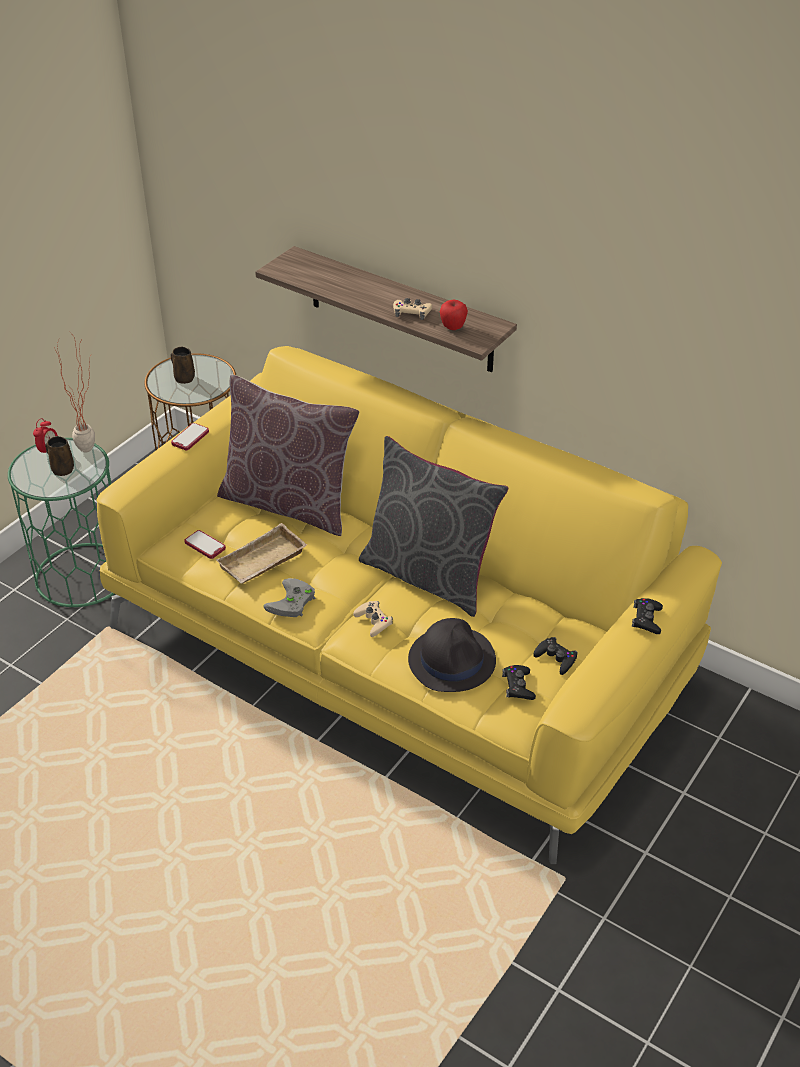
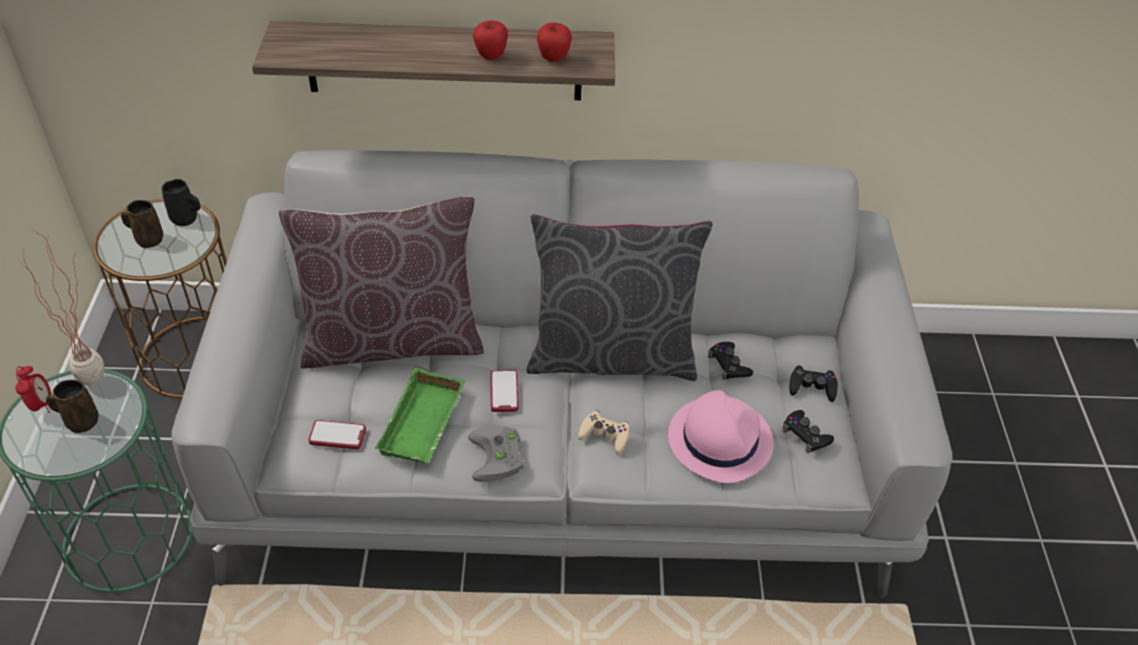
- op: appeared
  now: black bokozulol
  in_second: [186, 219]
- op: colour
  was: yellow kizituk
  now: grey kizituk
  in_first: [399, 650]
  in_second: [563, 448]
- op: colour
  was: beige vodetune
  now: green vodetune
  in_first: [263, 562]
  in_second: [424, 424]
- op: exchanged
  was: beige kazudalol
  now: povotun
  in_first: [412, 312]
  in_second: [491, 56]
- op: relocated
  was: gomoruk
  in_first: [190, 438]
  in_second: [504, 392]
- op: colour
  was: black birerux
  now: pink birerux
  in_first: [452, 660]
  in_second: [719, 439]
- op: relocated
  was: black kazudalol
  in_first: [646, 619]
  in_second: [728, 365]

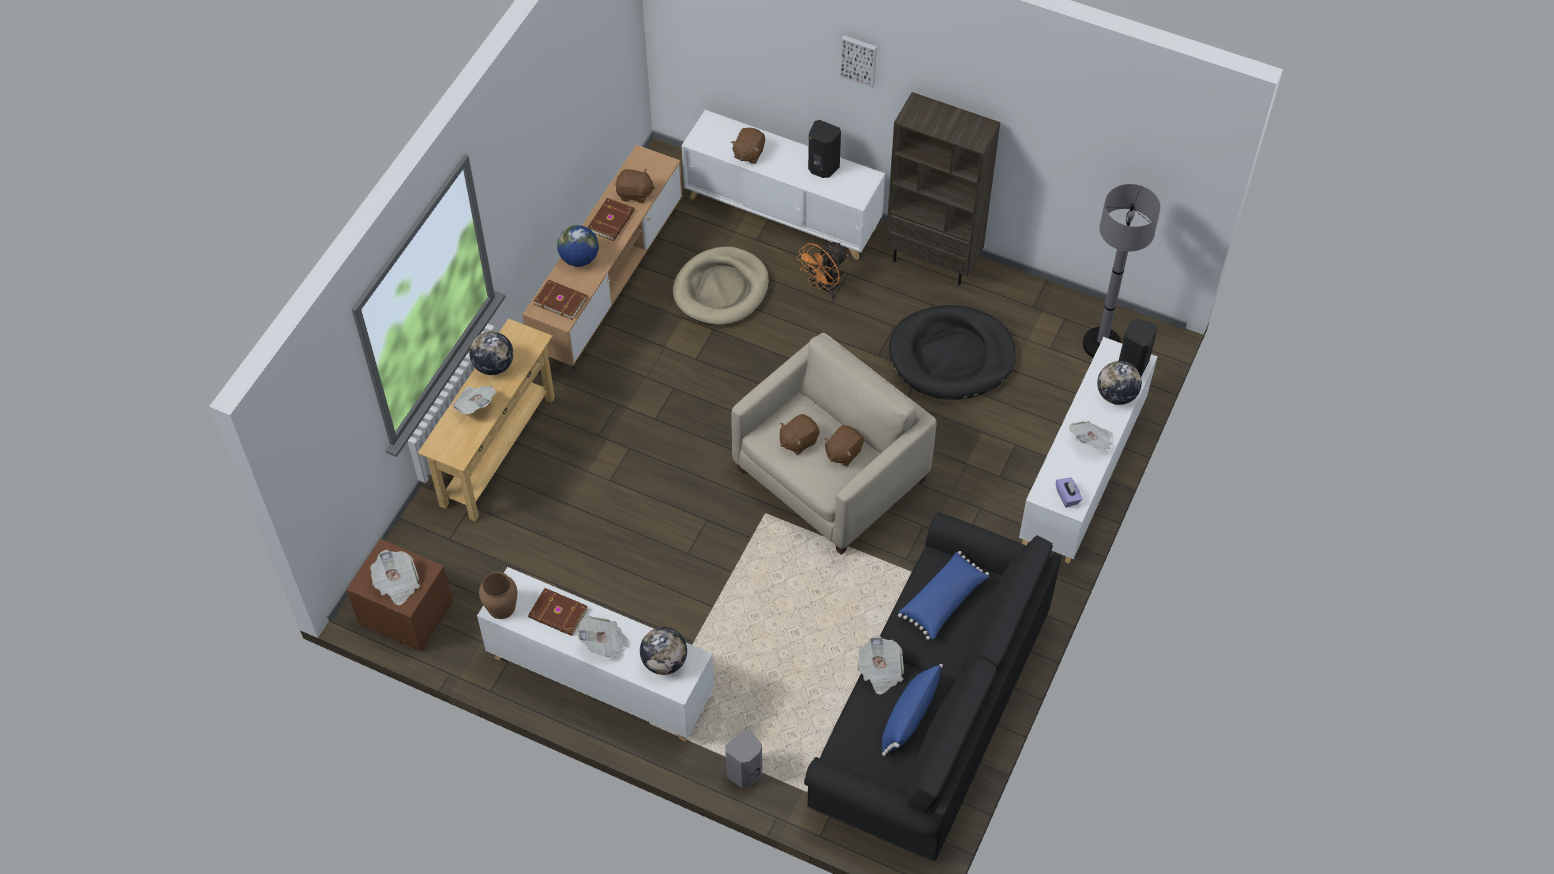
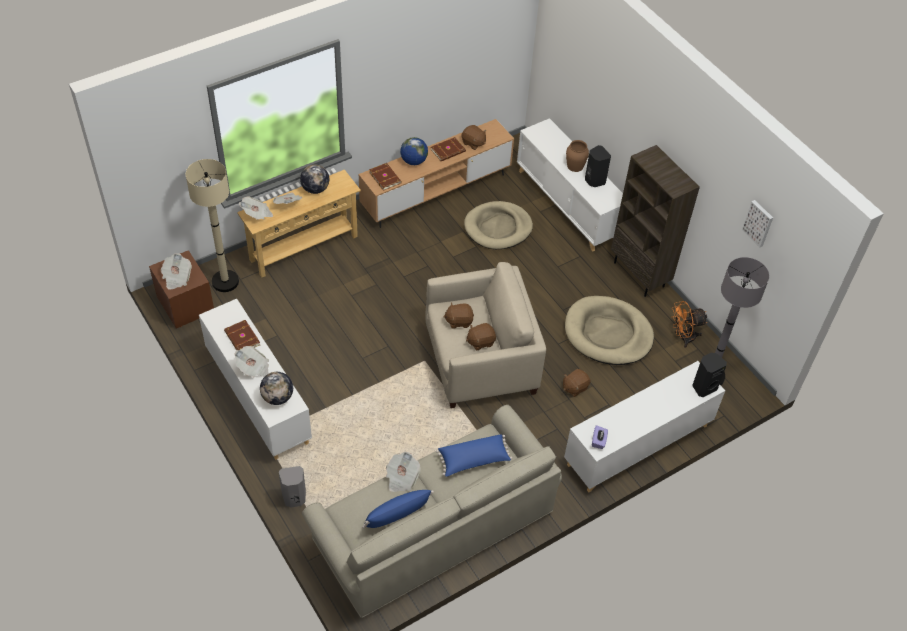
- op: appeared
  now: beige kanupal
  in_second: [225, 281]
- op: relocated
  was: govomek
  in_first: [1091, 441]
  in_second: [257, 214]
- op: colour
  was: black kizituk
  now: beige kizituk
  in_first: [931, 709]
  in_second: [433, 528]
- op: relocated
  was: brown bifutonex
  in_first: [748, 153]
  in_second: [574, 387]
- op: colour
  was: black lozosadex
  now: beige lozosadex
  in_first: [951, 356]
  in_second: [608, 333]
- op: relocated
  was: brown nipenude
  in_first: [501, 606]
  in_second: [575, 166]
- op: relocated
  was: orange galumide
  in_first: [824, 287]
  in_second: [683, 337]
- op: relocated
  was: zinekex
  in_first: [859, 59]
  in_second: [758, 223]
- op: missing
  was: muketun
  in_first: [1116, 395]

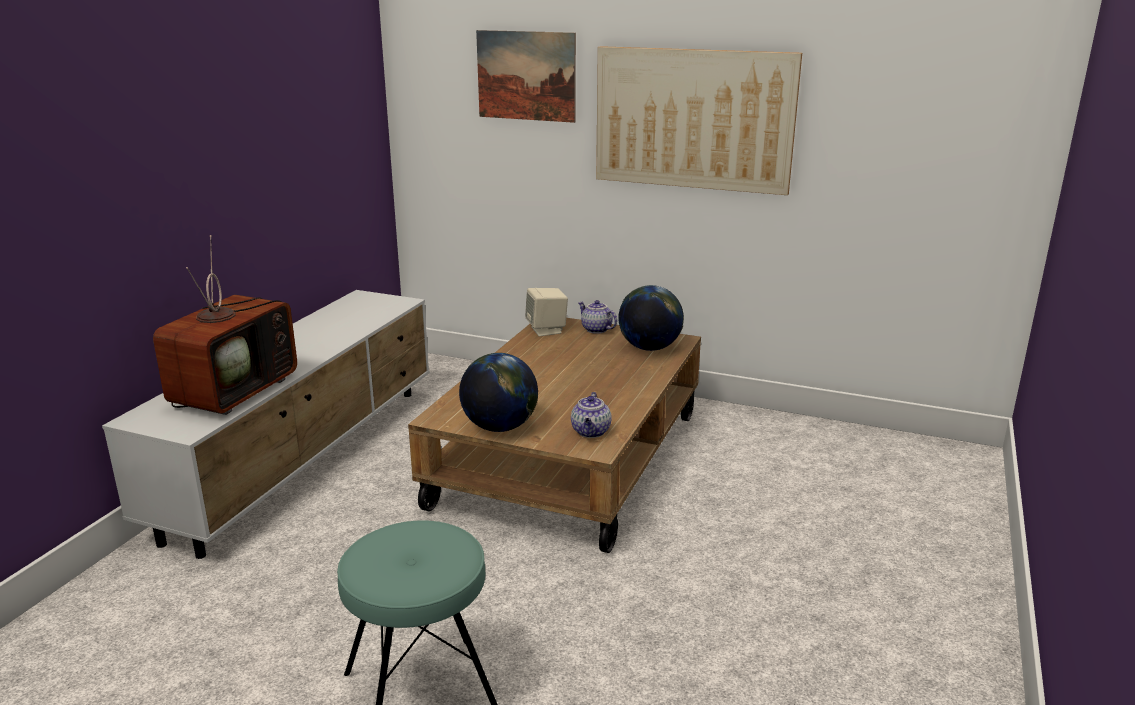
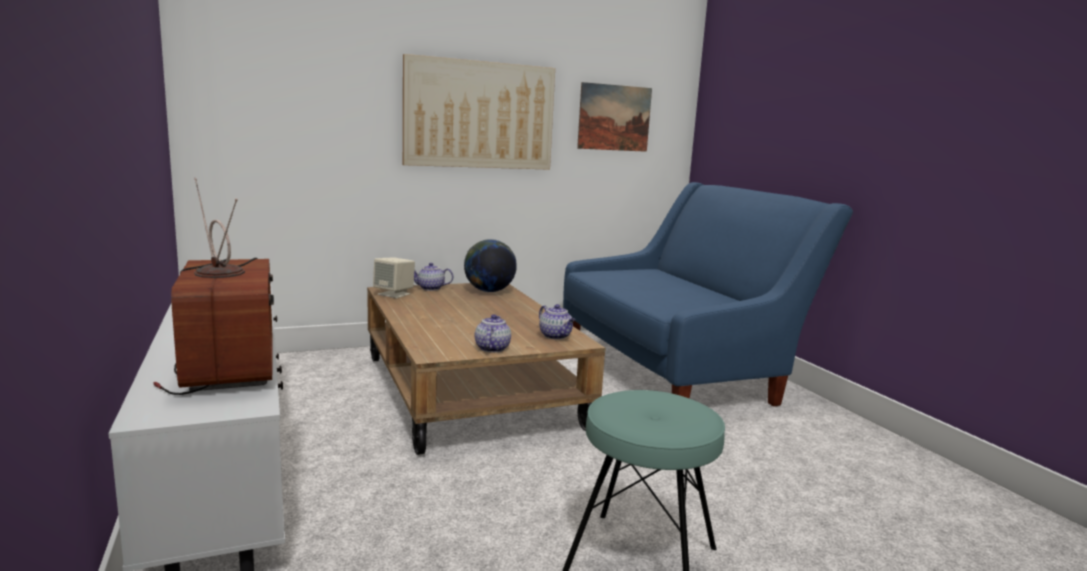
- op: exchanged
  was: muketun
  now: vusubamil
  in_first: [500, 427]
  in_second: [492, 348]
- op: appeared
  now: blue kizituk
  in_second: [675, 368]
- op: relocated
  was: zinekex
  in_first: [526, 76]
  in_second: [614, 118]

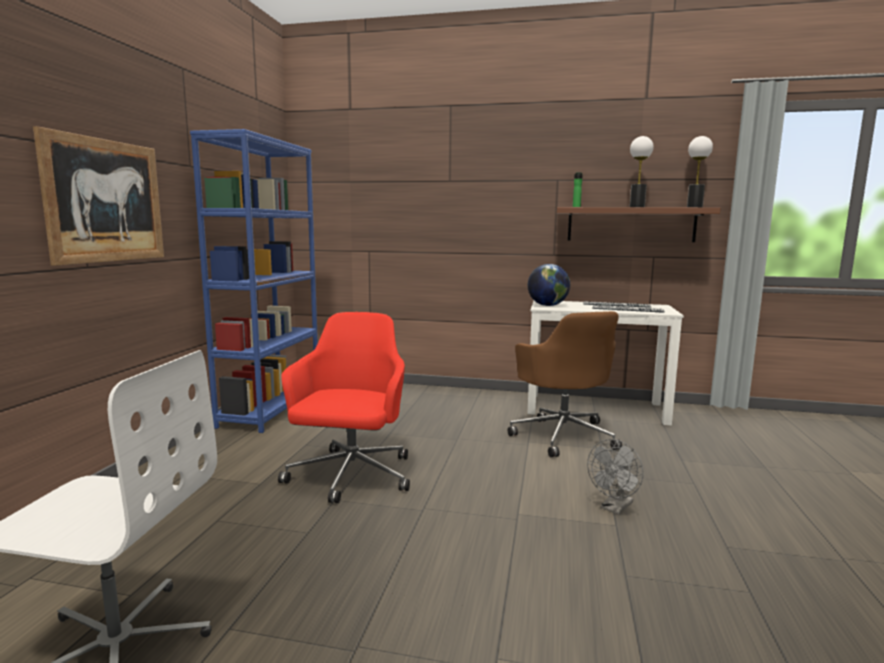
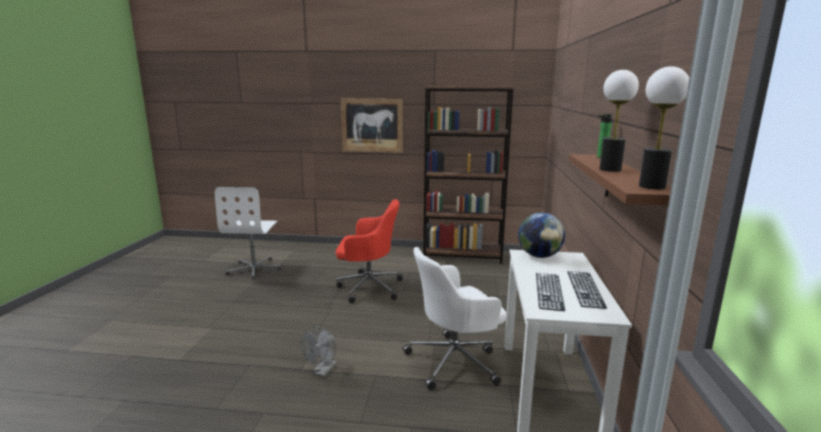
- op: spun
  was: grey galumide
  in_first: [614, 508]
  in_second: [322, 372]
  clockwise: -105
- op: colour
  was: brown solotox
  now: white solotox
  in_first: [563, 435]
  in_second: [455, 361]
- op: colour
  was: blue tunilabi
  now: brown tunilabi
  in_first: [271, 409]
  in_second: [462, 256]

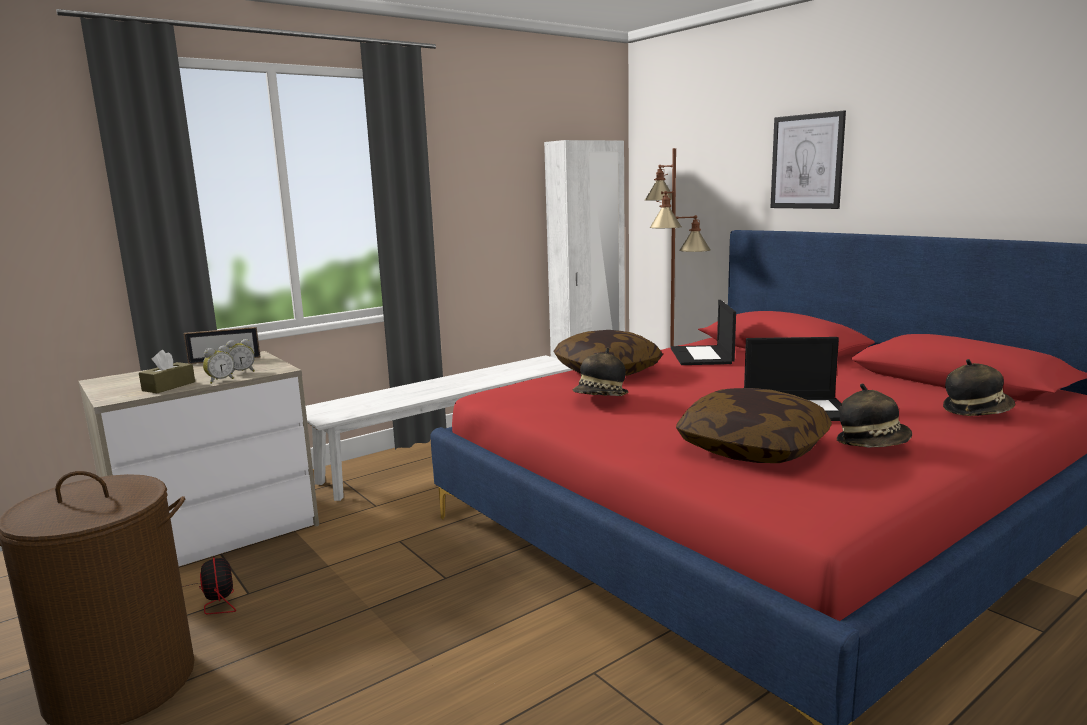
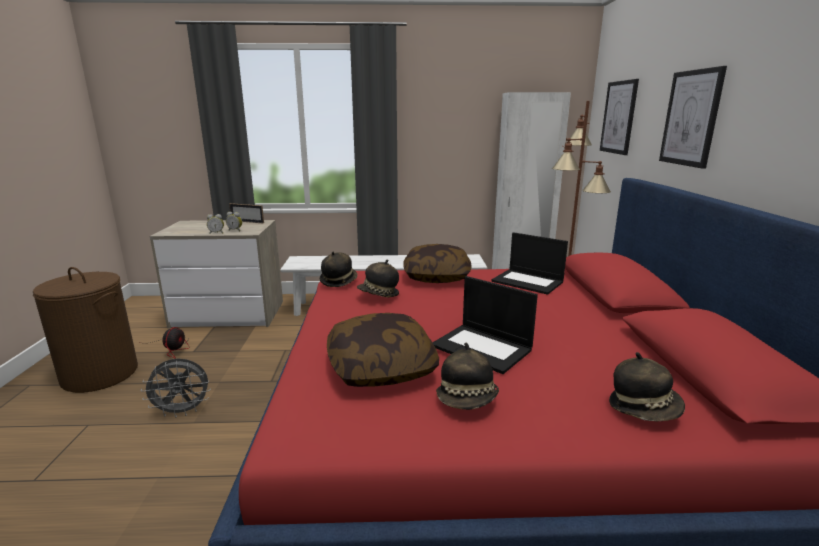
- op: appeared
  now: grey galumide
  in_second: [183, 411]
- op: appeared
  now: birerux
  in_second: [338, 281]
- op: spun
  was: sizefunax
  in_first: [702, 356]
  in_second: [528, 281]
  clockwise: -90
- op: appeared
  now: zinekex
  in_second: [619, 117]
- op: missing
  was: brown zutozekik
  in_first: [169, 386]

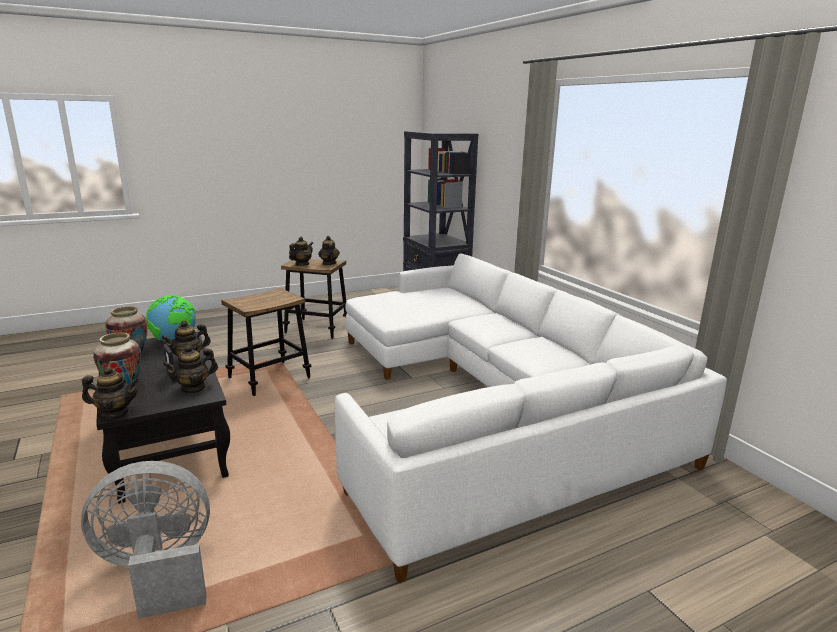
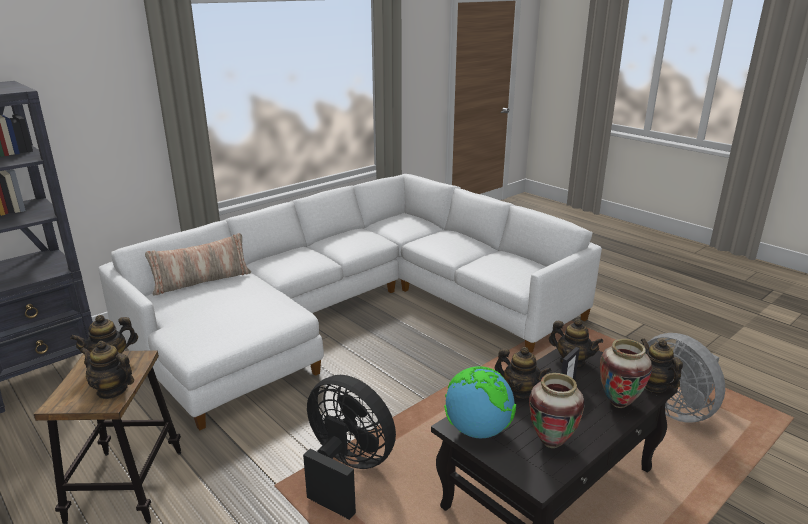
- op: appeared
  now: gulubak
  in_second: [202, 281]
- op: exchanged
  was: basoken
  now: black galumide
  in_first: [269, 378]
  in_second: [347, 470]

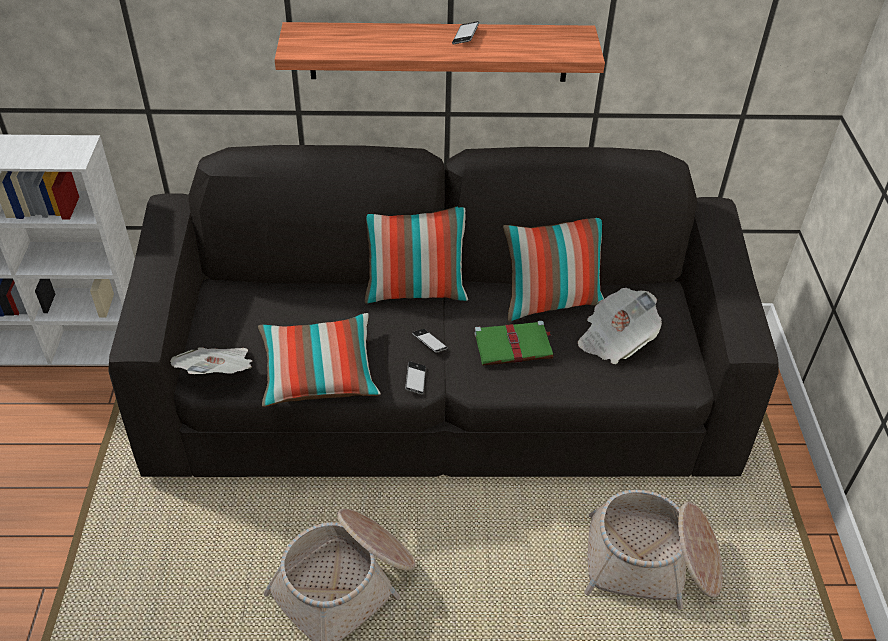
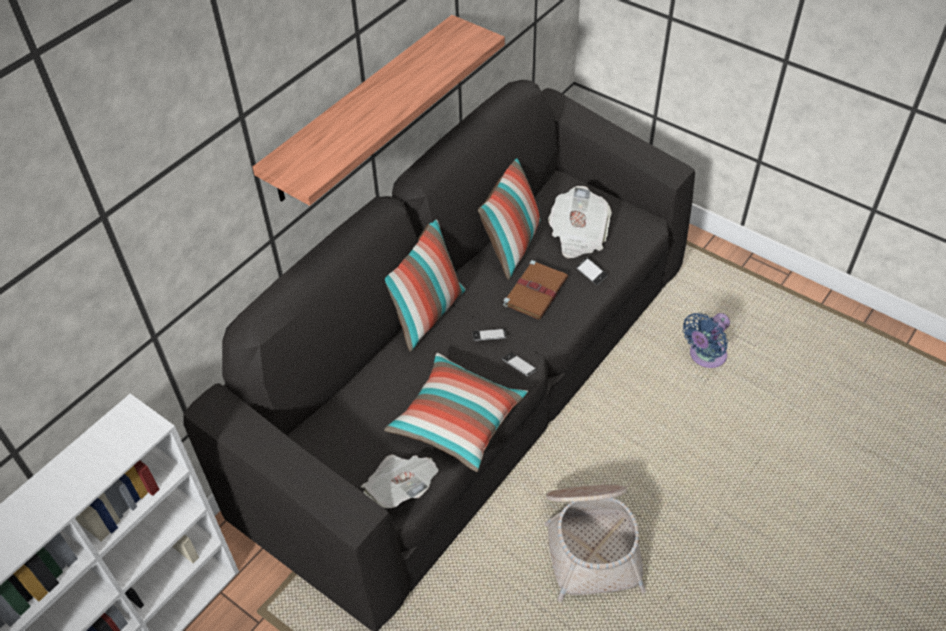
- op: colour
  was: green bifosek
  now: brown bifosek
  in_first: [514, 346]
  in_second: [536, 291]
- op: relocated
  was: gomoruk
  in_first: [465, 36]
  in_second: [591, 273]
- op: exchanged
  was: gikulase
  now: blue galumide
  in_first: [651, 563]
  in_second: [705, 356]

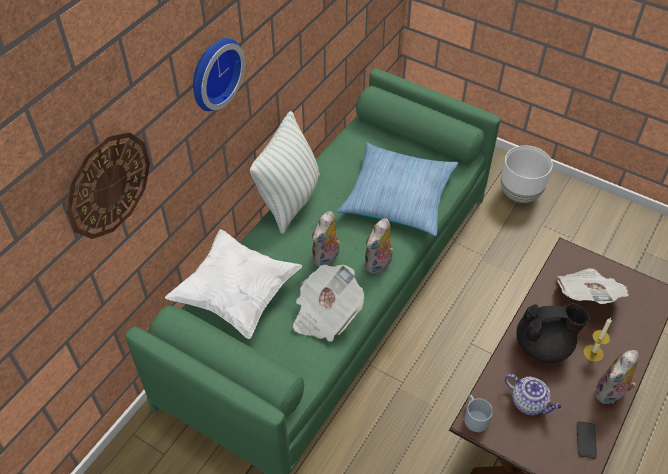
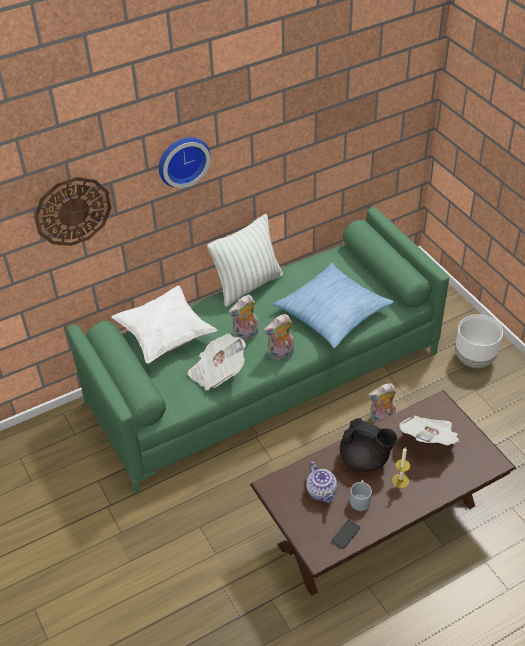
- op: relocated
  was: grey bokozulol
  in_first: [474, 417]
  in_second: [360, 498]
- op: relocated
  was: bifutonex
  in_first: [610, 394]
  in_second: [382, 418]

